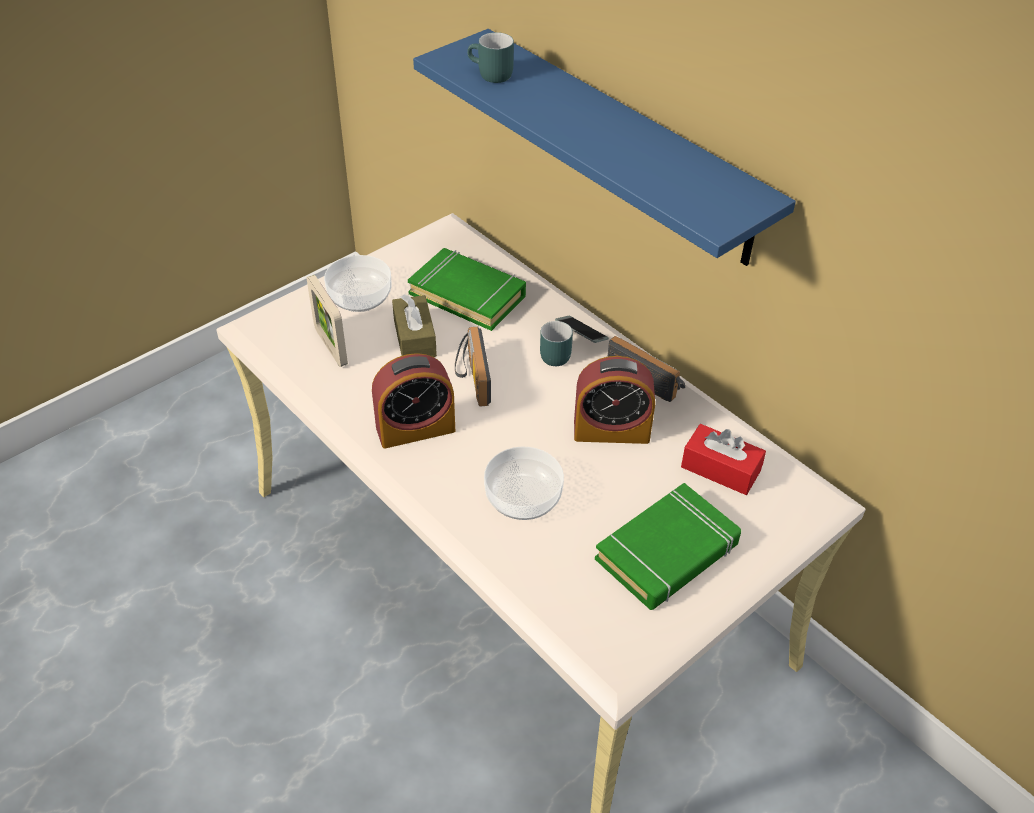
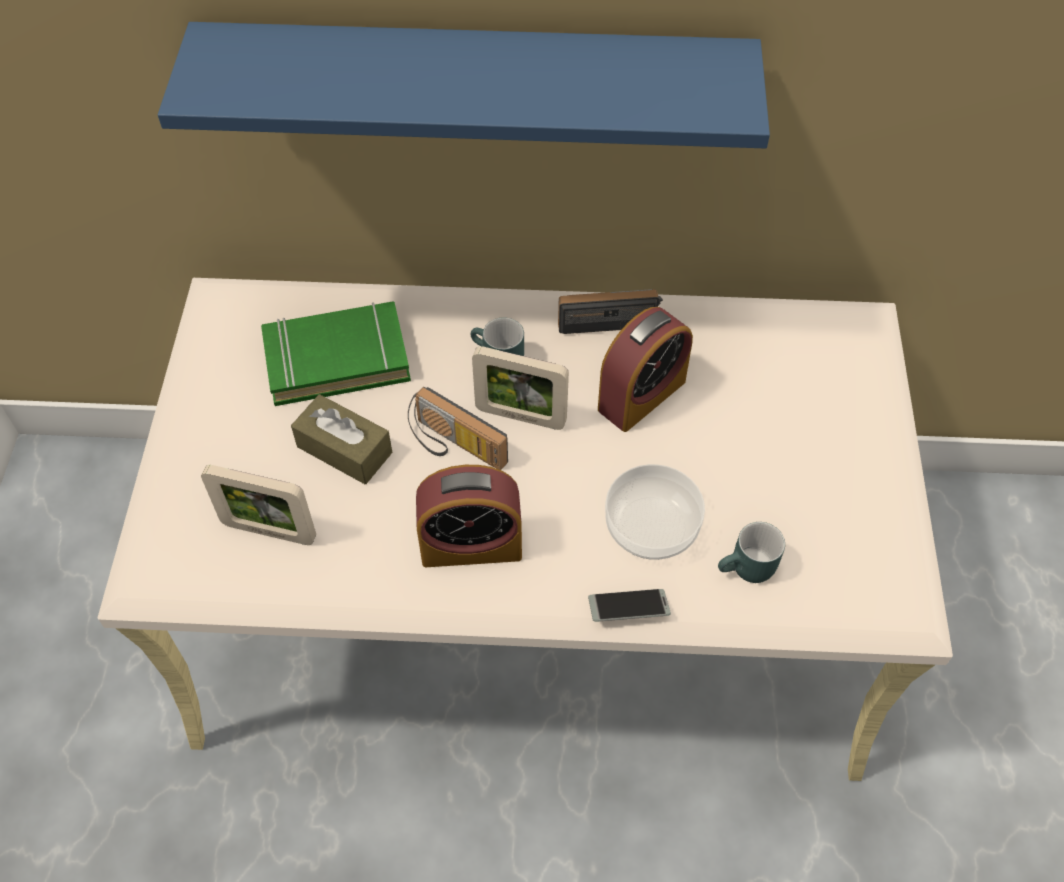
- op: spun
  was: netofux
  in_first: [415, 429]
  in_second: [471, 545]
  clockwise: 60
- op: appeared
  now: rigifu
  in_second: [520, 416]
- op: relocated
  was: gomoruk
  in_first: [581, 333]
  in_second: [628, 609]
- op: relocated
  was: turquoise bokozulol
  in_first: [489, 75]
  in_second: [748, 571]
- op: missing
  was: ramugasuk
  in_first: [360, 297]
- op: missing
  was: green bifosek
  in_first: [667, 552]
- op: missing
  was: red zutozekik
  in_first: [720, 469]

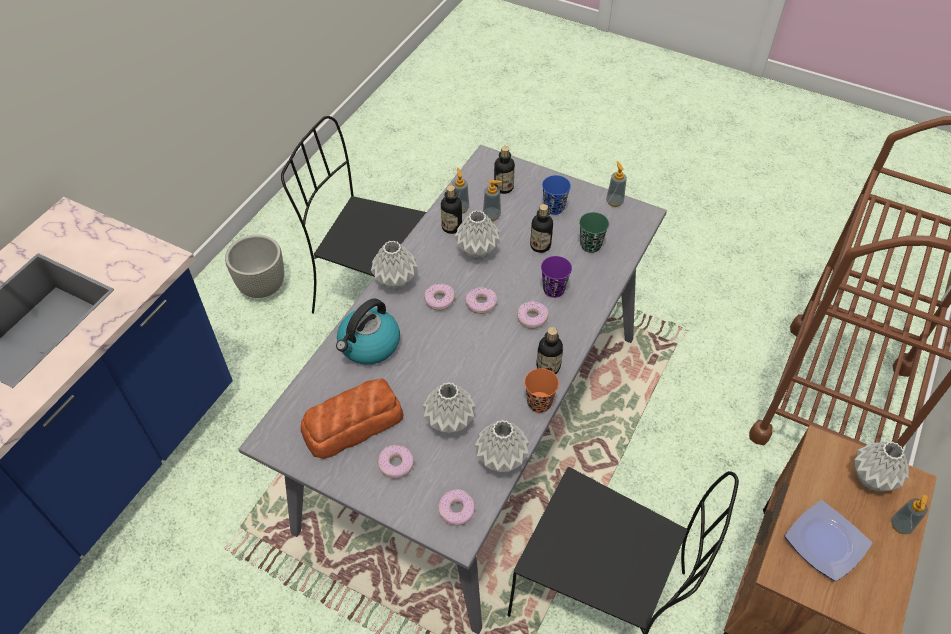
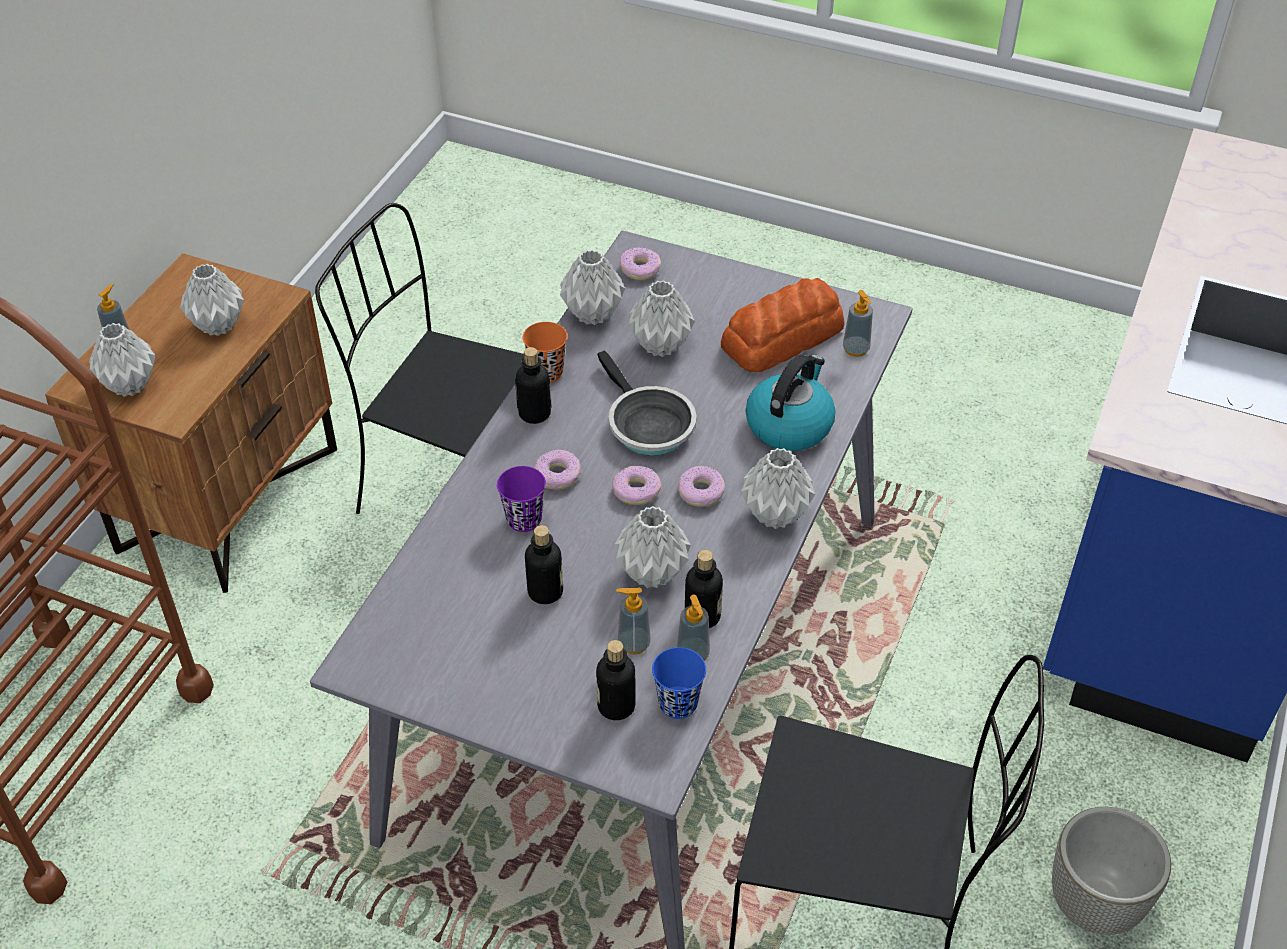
- op: exchanged
  was: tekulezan
  now: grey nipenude
  in_first: [825, 541]
  in_second: [217, 326]
- op: appeared
  now: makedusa
  in_second: [647, 425]
- op: relocated
  was: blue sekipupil
  in_first: [554, 208]
  in_second: [678, 704]
- op: relocated
  was: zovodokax
  in_first: [614, 201]
  in_second: [856, 349]
- op: missing
  was: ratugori
  in_first: [396, 465]
- op: missing
  was: green sekipupil
  in_first: [590, 245]

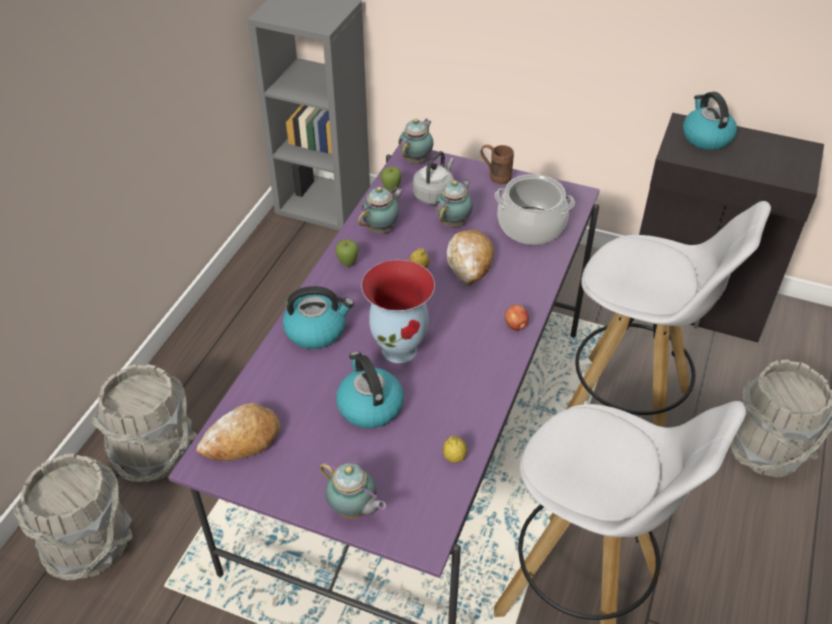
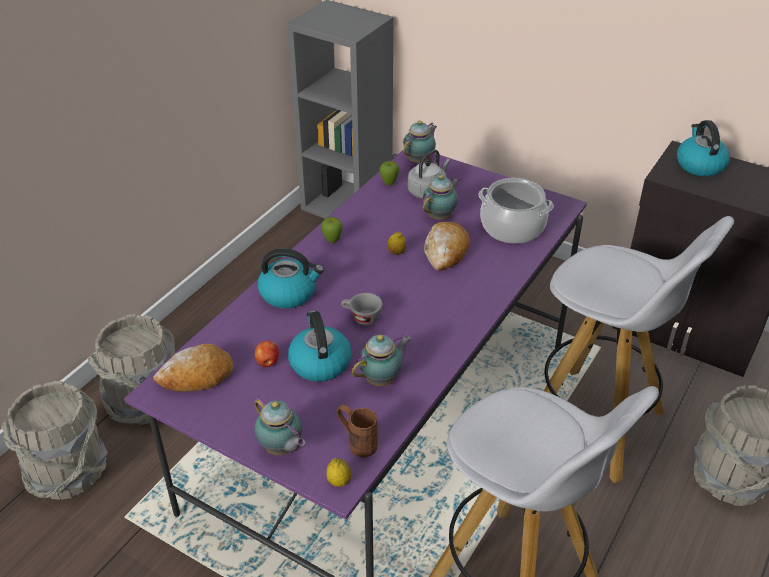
- op: relocated
  was: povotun
  in_first: [516, 326]
  in_second: [267, 362]
- op: relocated
  was: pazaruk
  in_first: [454, 457]
  in_second: [339, 481]
- op: relocated
  was: brown bokozulol
  in_first: [495, 176]
  in_second: [357, 443]
- op: exchanged
  was: nipenude
  now: grey sekipupil
  in_first: [400, 349]
  in_second: [361, 318]
- op: relocated
  was: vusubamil
  in_first: [382, 228]
  in_second: [382, 379]

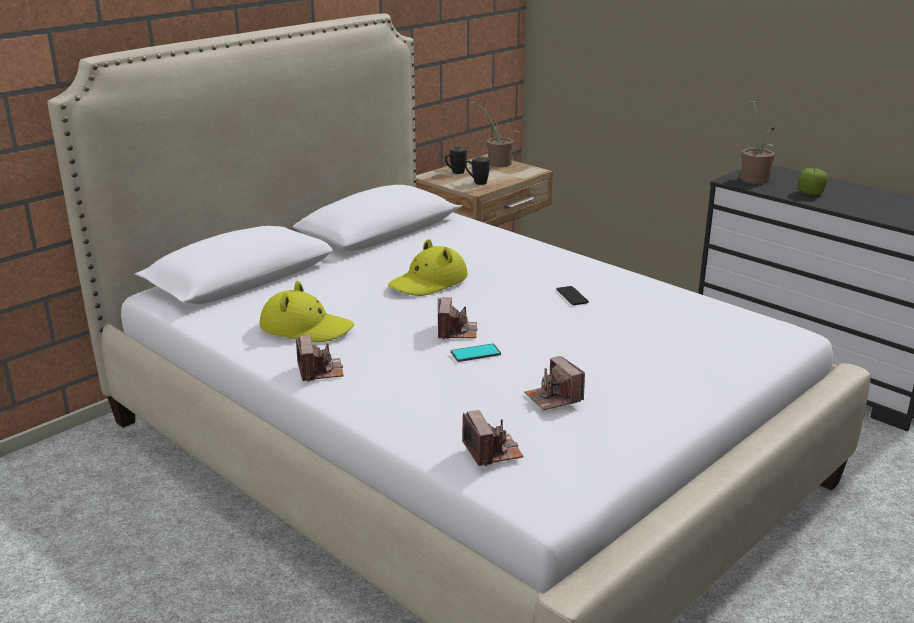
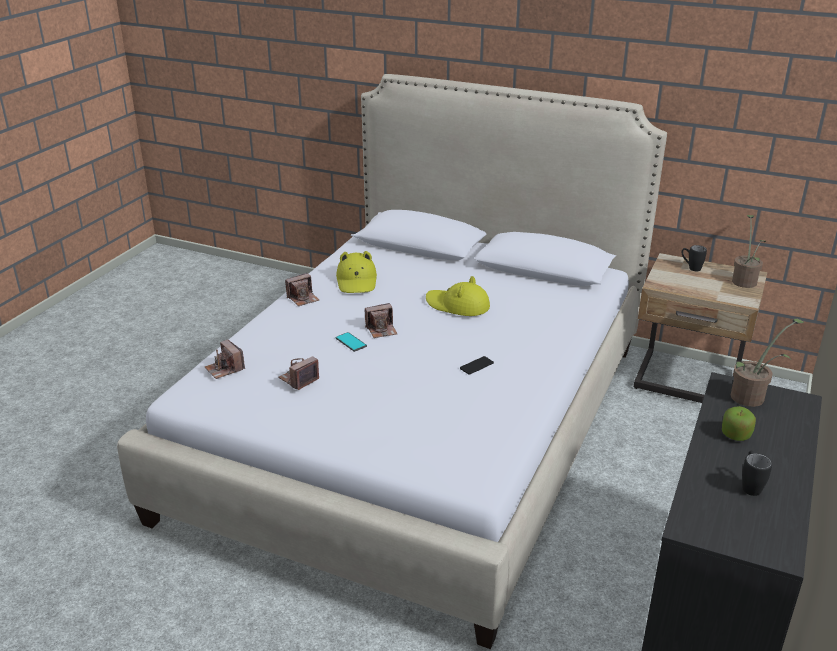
- op: spun
  was: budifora
  in_first: [492, 451]
  in_second: [224, 369]
  clockwise: 90
- op: relocated
  was: black bokozulol
  in_first: [476, 182]
  in_second: [750, 485]

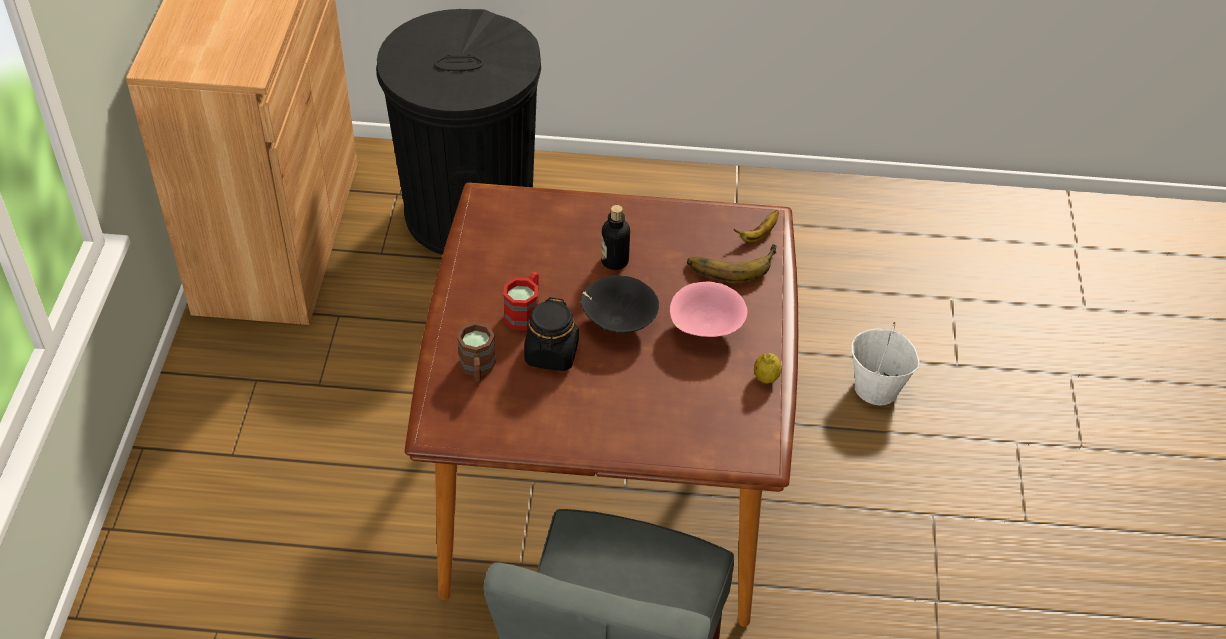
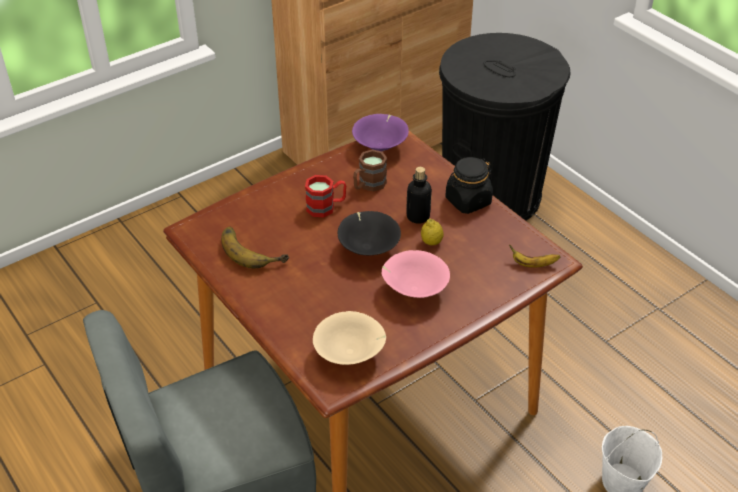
- op: relocated
  was: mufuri
  in_first: [731, 262]
  in_second: [253, 249]
- op: appeared
  now: beige ramugasuk
  in_second: [350, 355]
- op: appeared
  now: purple ramugasuk
  in_second: [381, 146]
- op: relocated
  was: brown bokozulol
  in_first: [477, 369]
  in_second: [368, 185]
- op: relocated
  was: pazaruk
  in_first: [766, 378]
  in_second: [431, 242]
- op: relocated
  was: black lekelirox
  in_first: [551, 354]
  in_second: [468, 201]

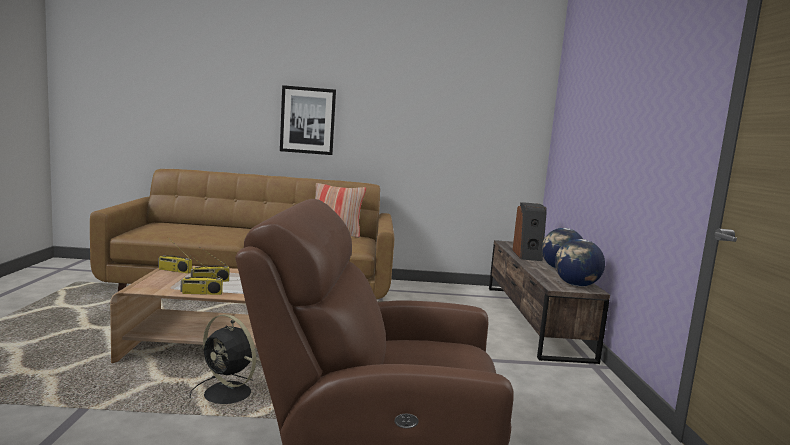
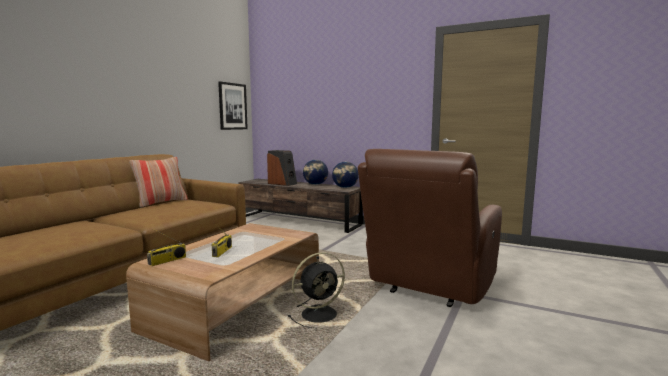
- op: relocated
  was: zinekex
  in_first: [307, 120]
  in_second: [232, 106]
- op: missing
  was: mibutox
  in_first: [201, 293]

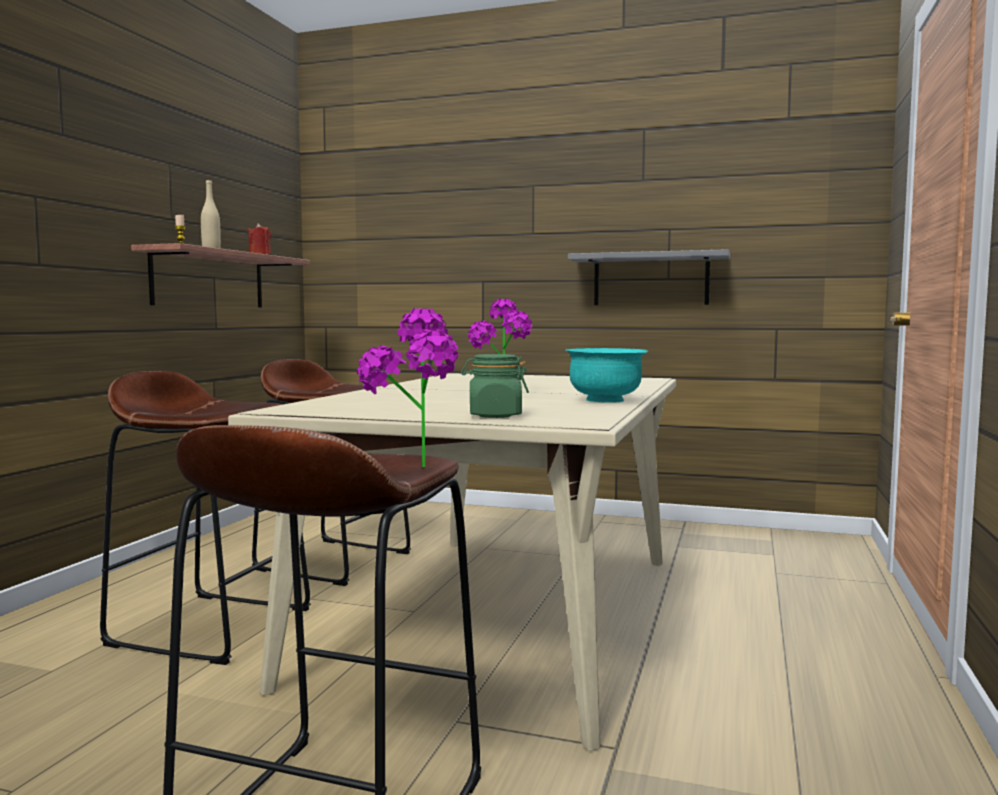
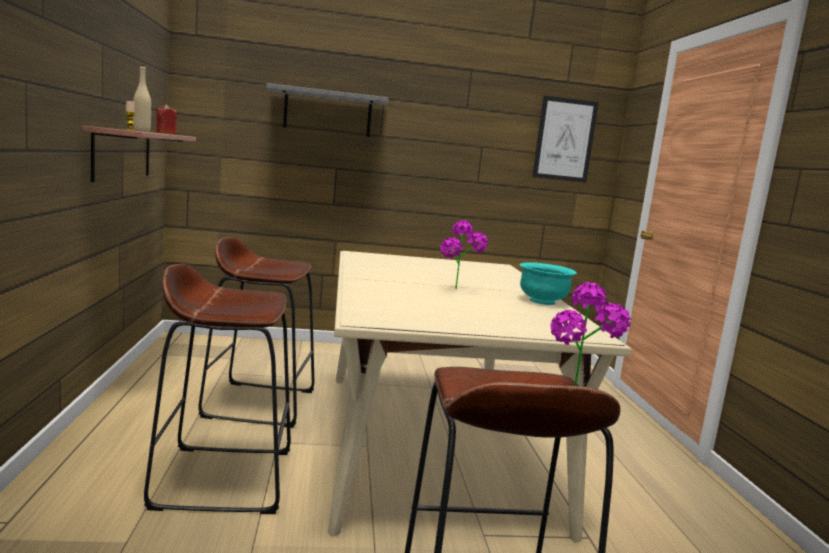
- op: relocated
  was: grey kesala
  in_first: [650, 280]
  in_second: [328, 113]
- op: appeared
  now: zinekex
  in_second: [564, 139]
- op: missing
  was: green lekelirox
  in_first: [494, 415]

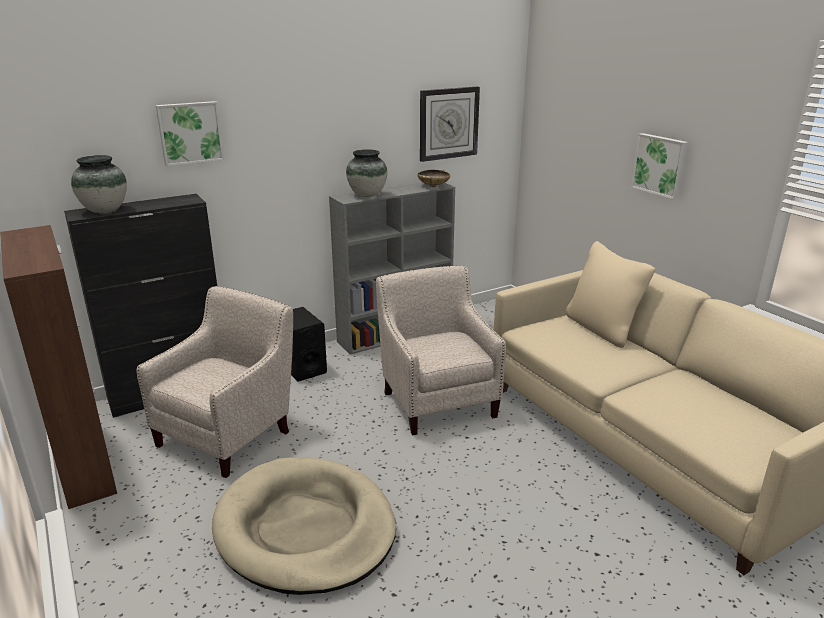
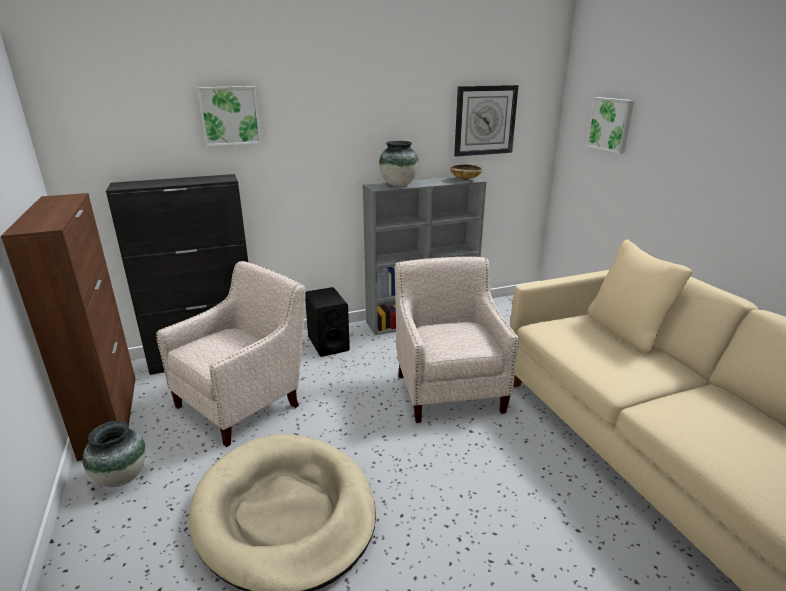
- op: relocated
  was: nipenude
  in_first: [104, 210]
  in_second: [121, 477]
- op: relocated
  was: zinekex
  in_first: [660, 165]
  in_second: [611, 124]

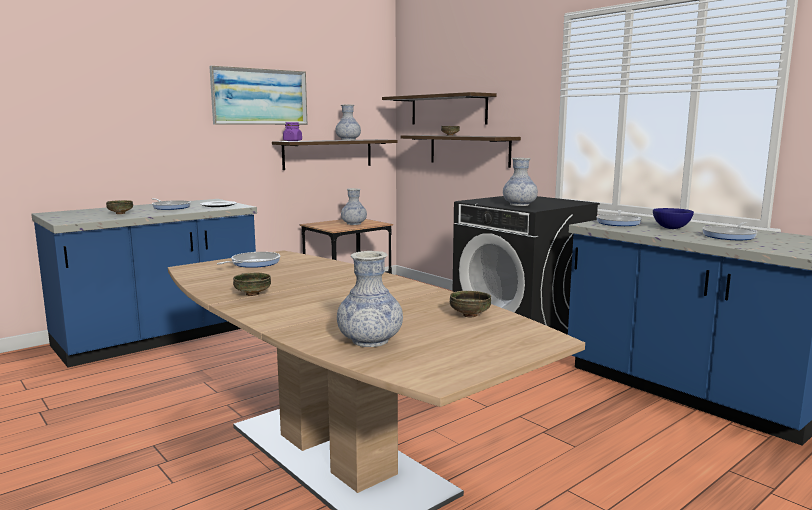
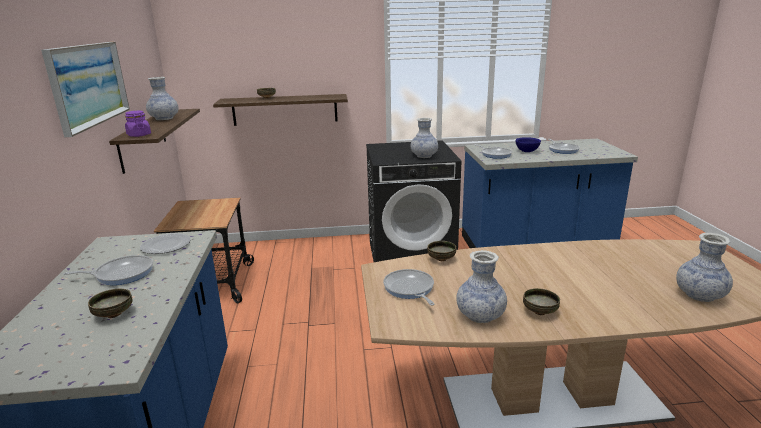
- op: relocated
  was: ramugasuk
  in_first: [469, 315]
  in_second: [441, 259]
- op: relocated
  was: nipenude
  in_first: [354, 224]
  in_second: [480, 315]
- op: missing
  was: kesala
  in_first: [448, 110]

